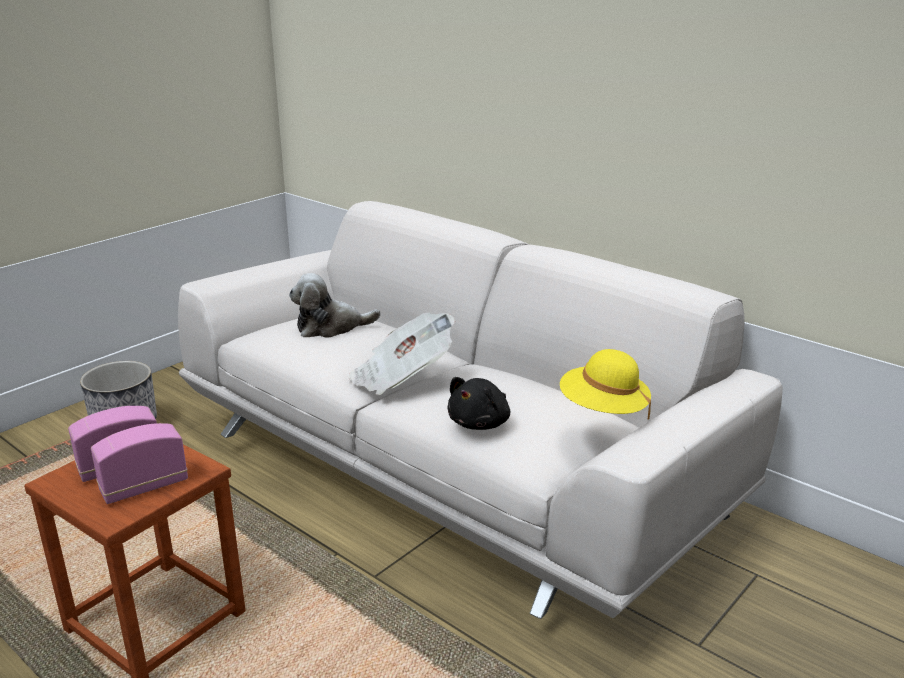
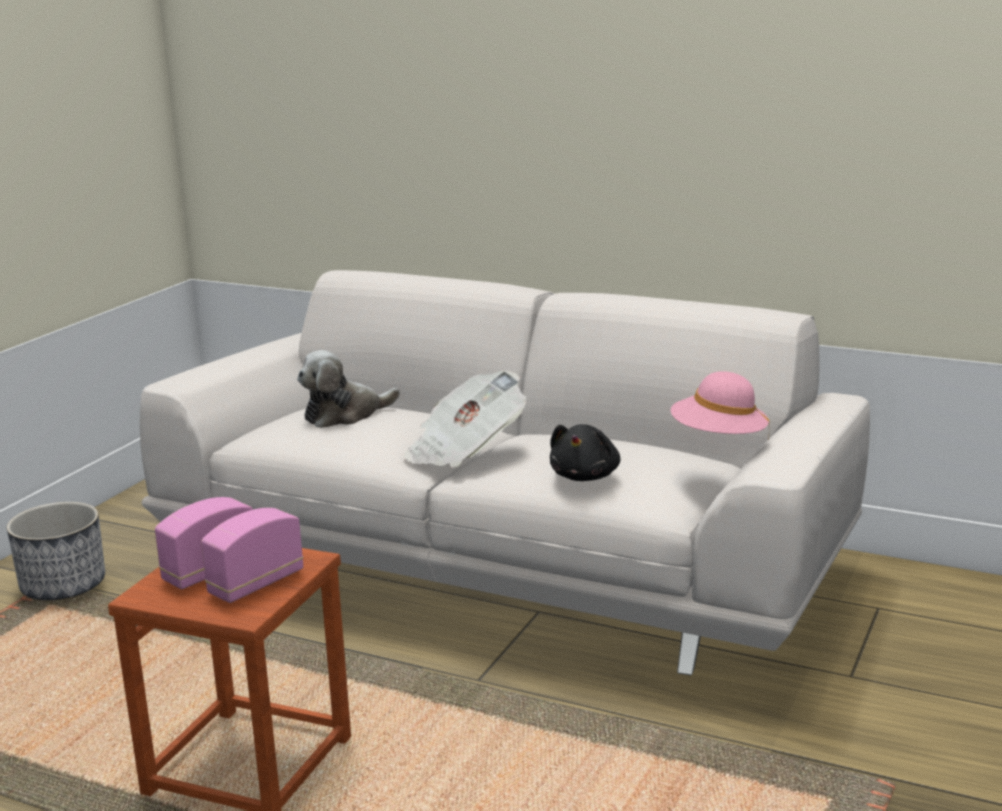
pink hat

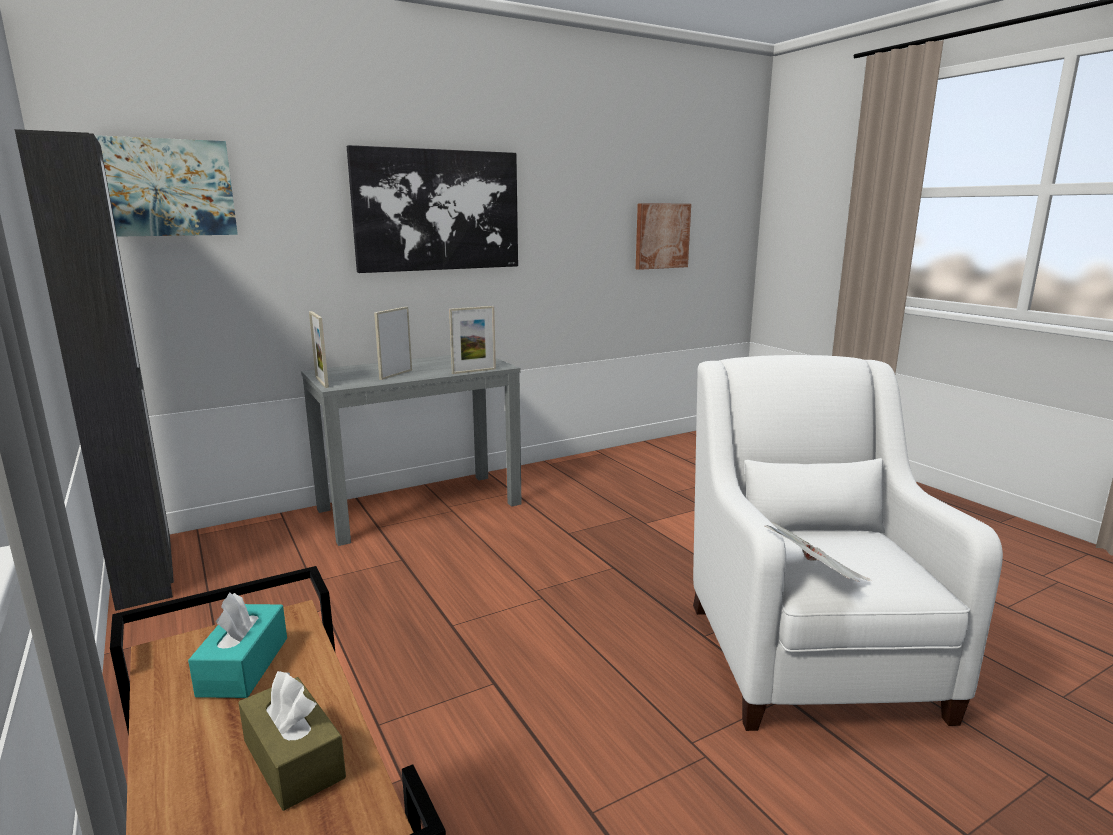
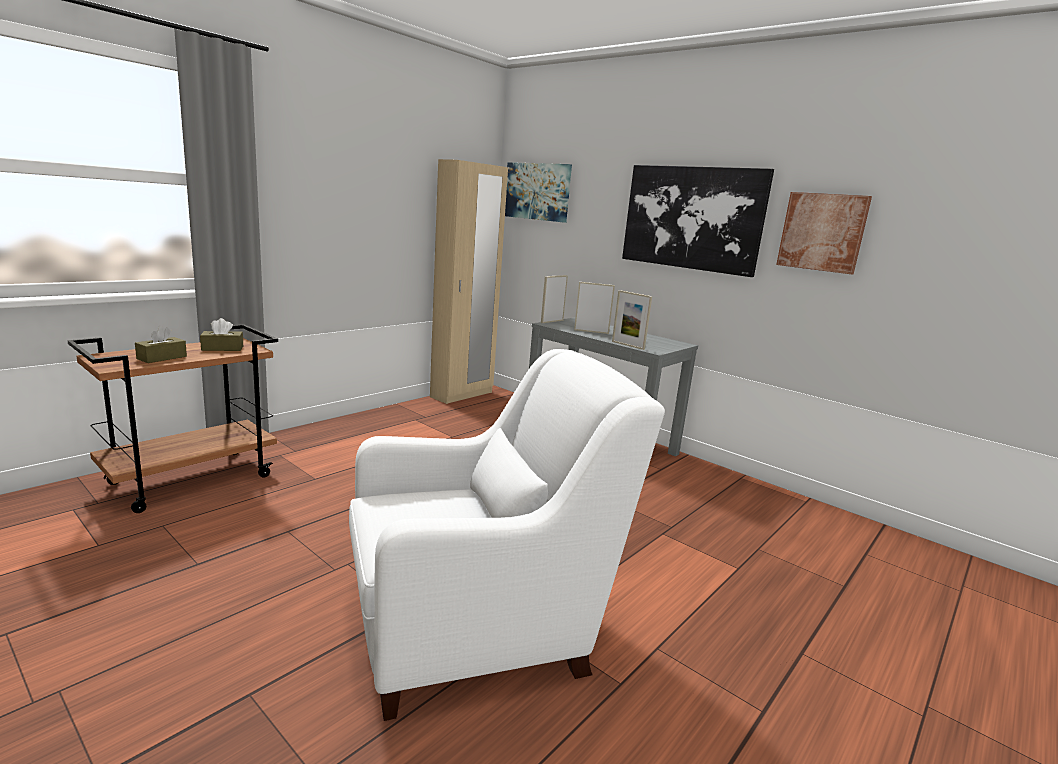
beige wardrobe
picture (3rd from left)
newspaper
brown tissue box (2nd from left)

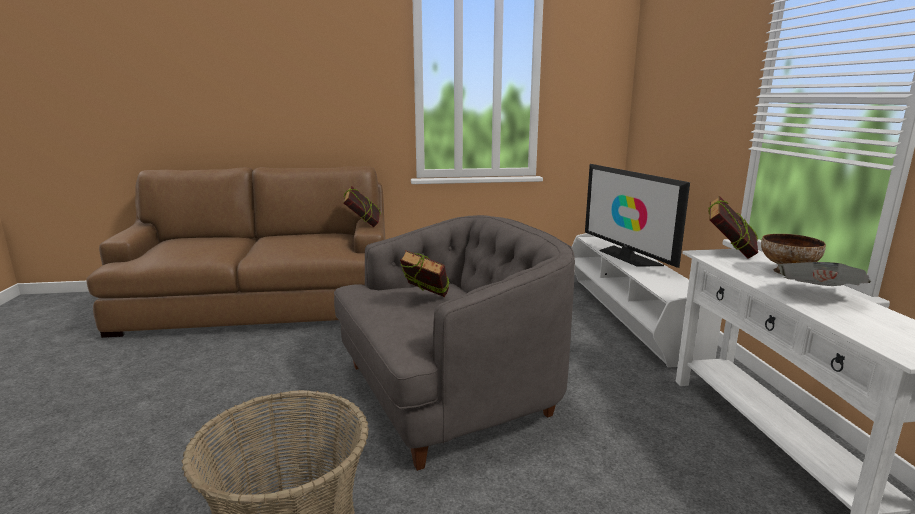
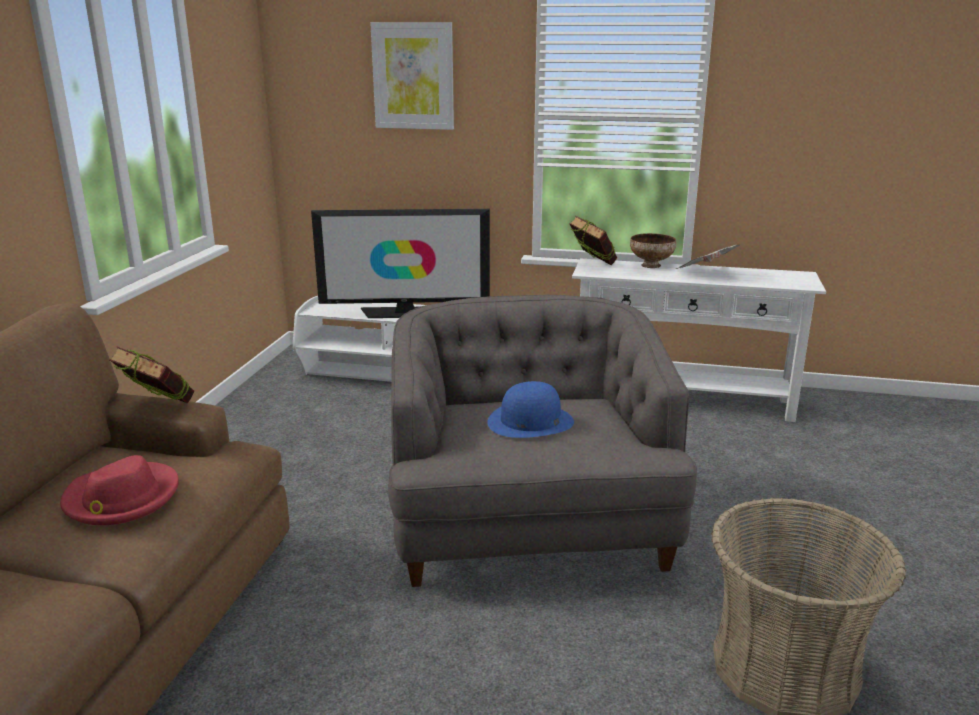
blue hat
picture
red hat

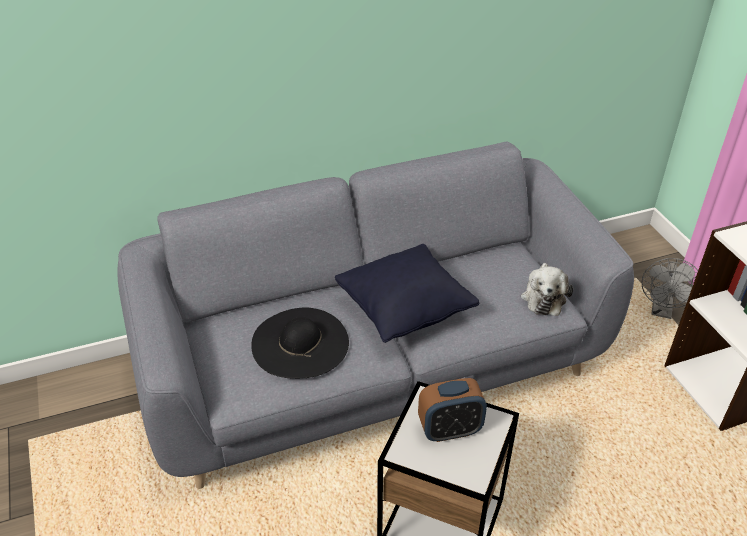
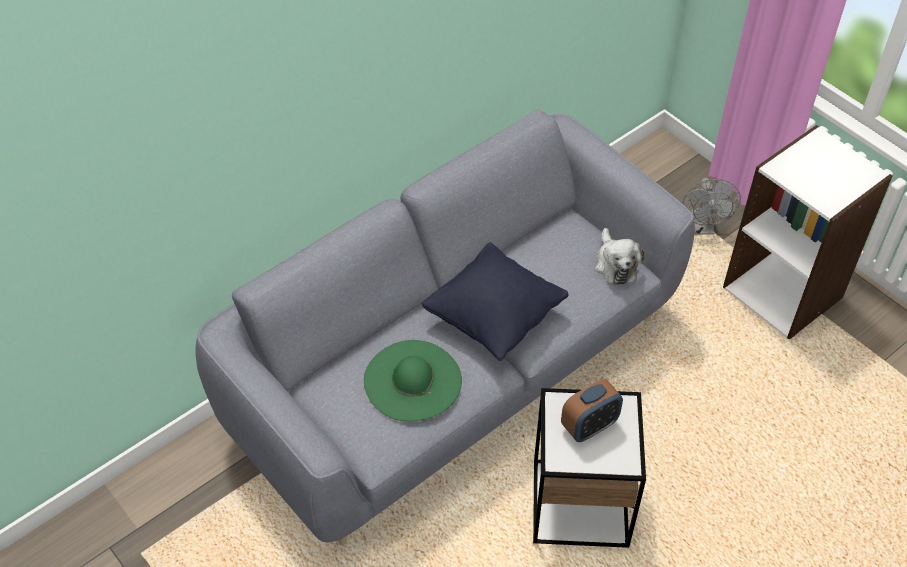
green hat

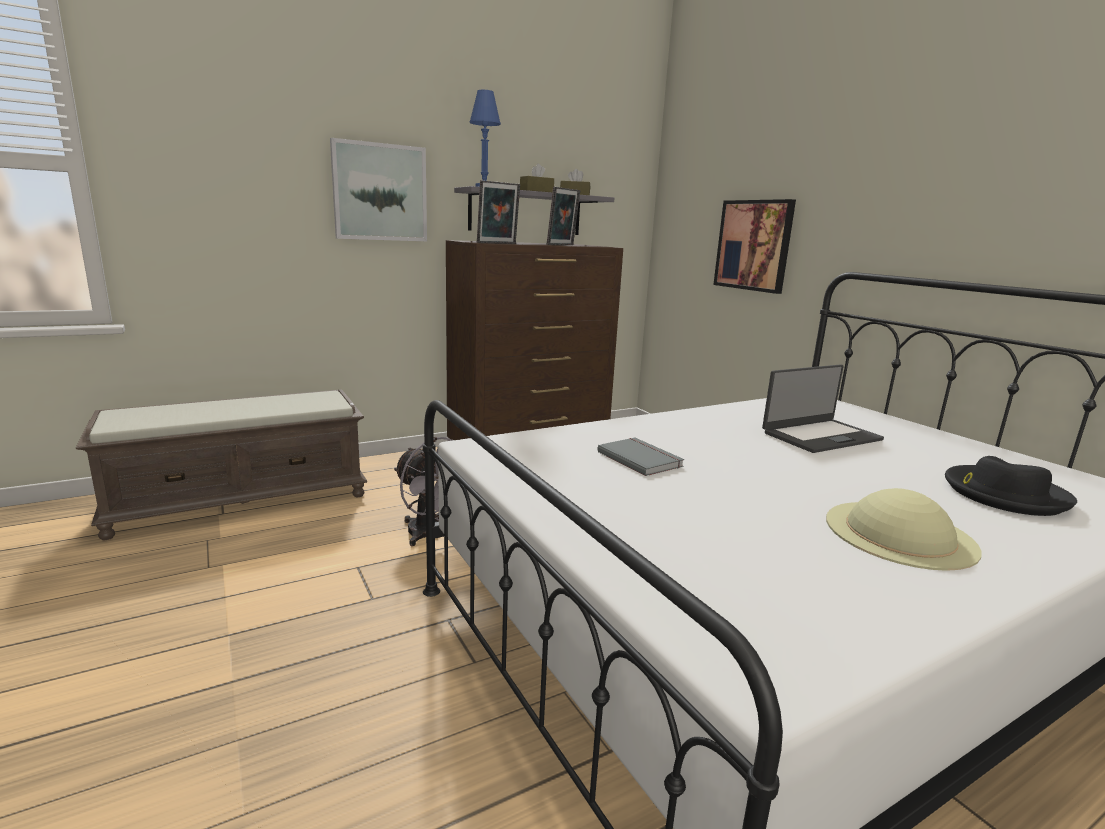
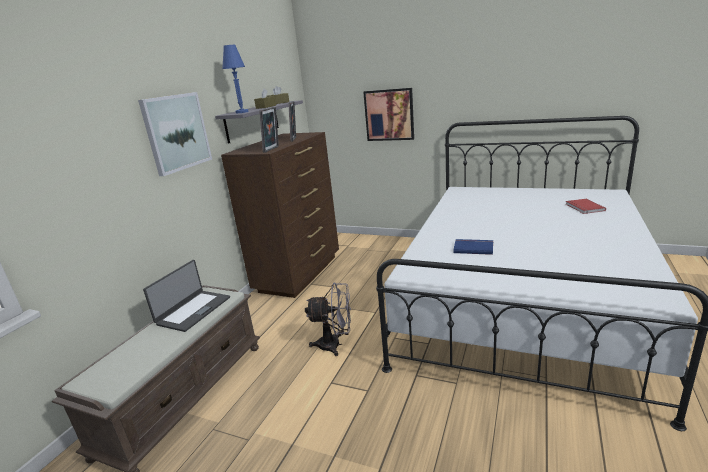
laptop
blue book
red book
beige hat

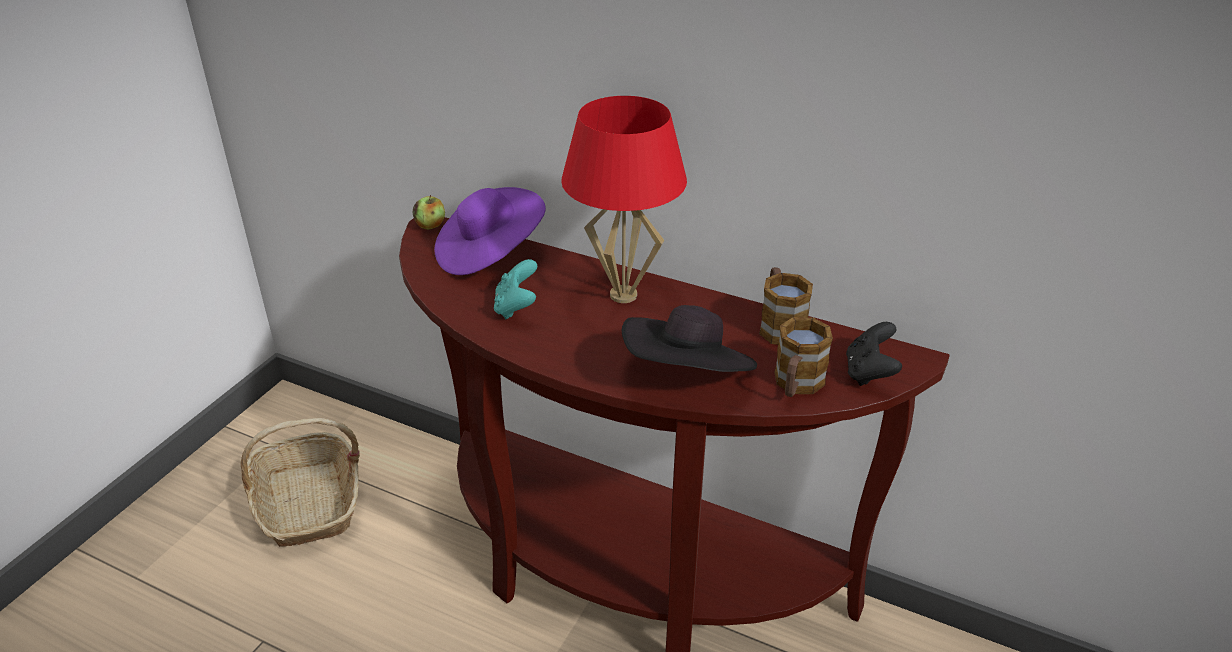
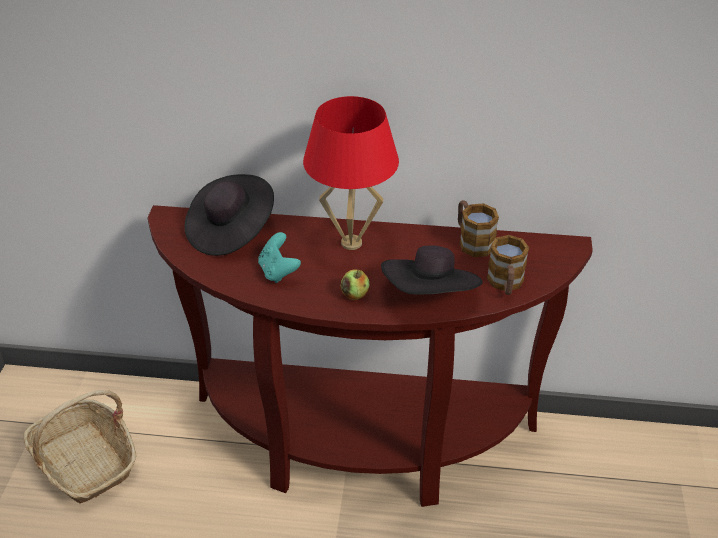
black hat (1st from left)
apple
black game controller

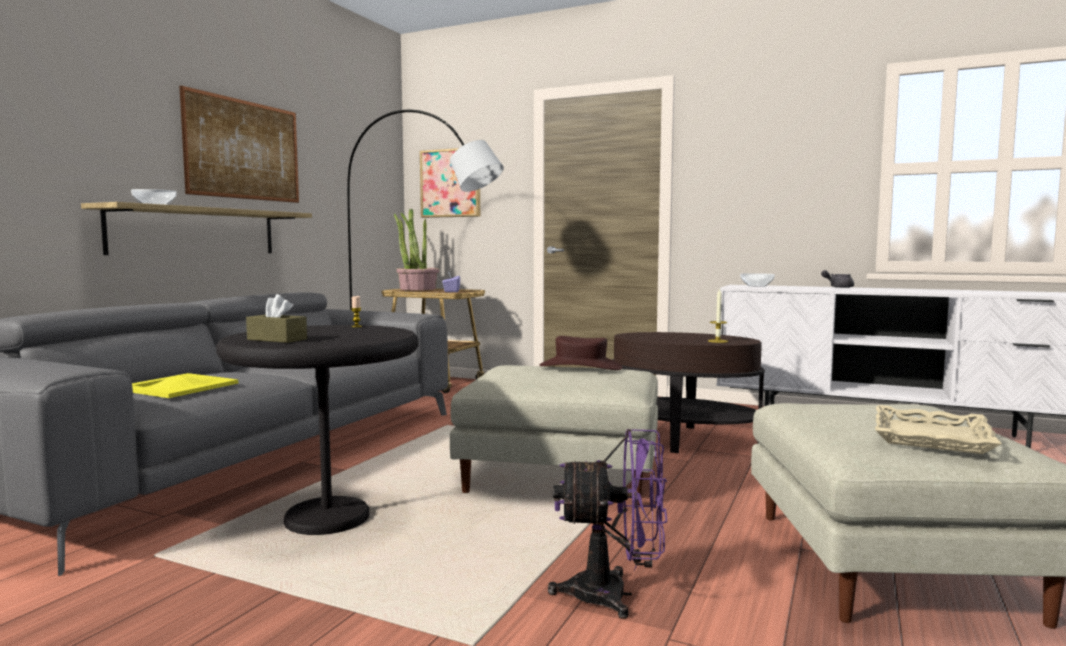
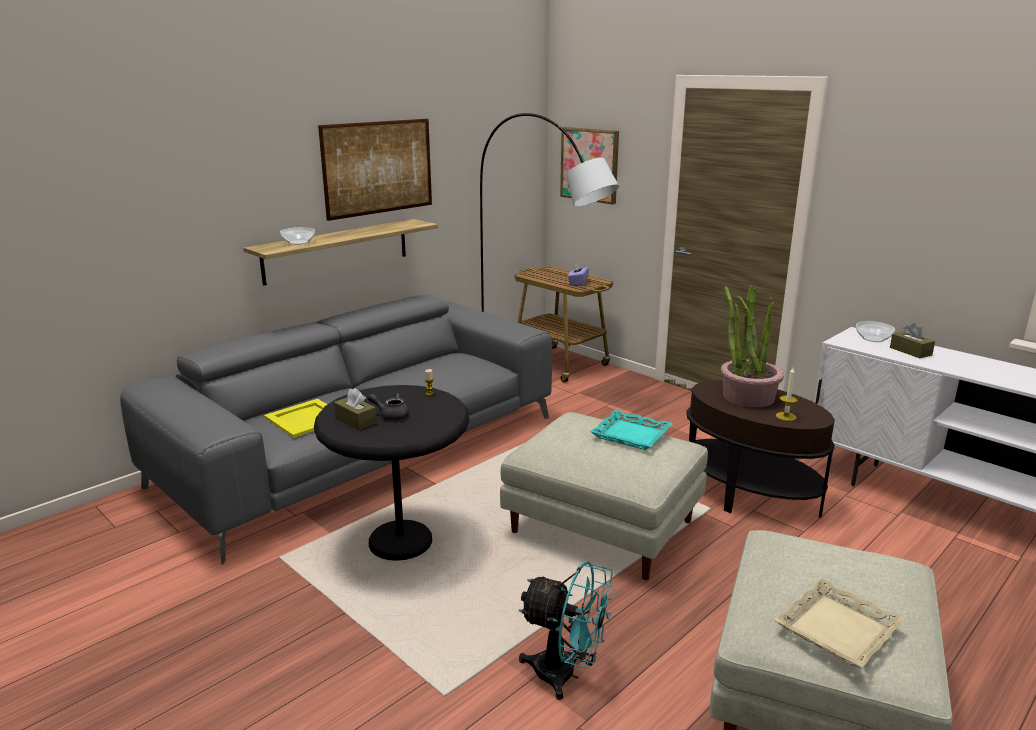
potted plant
grey teapot
turquoise tray
turquoise fan
brown tissue box (2nd from left)

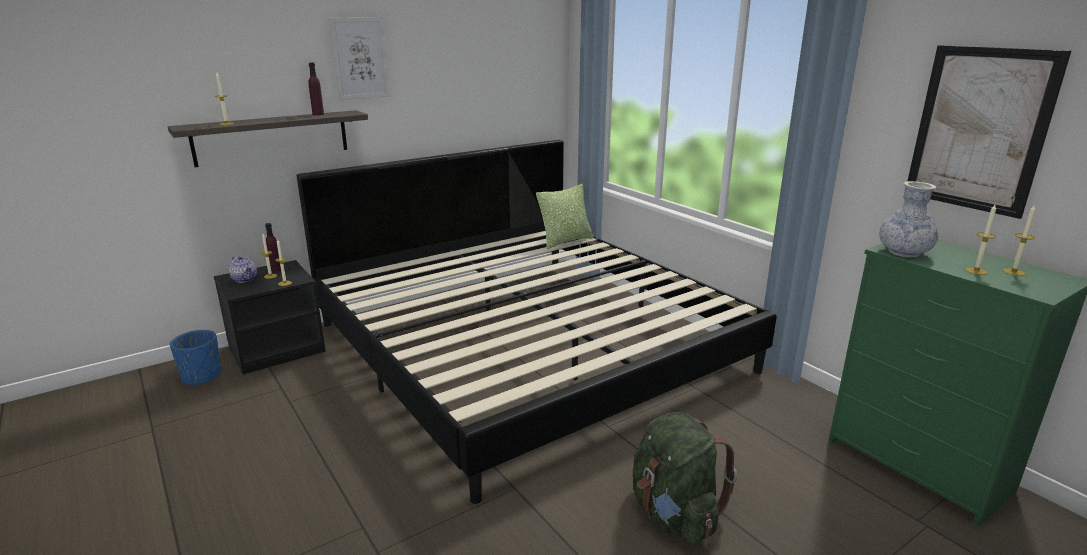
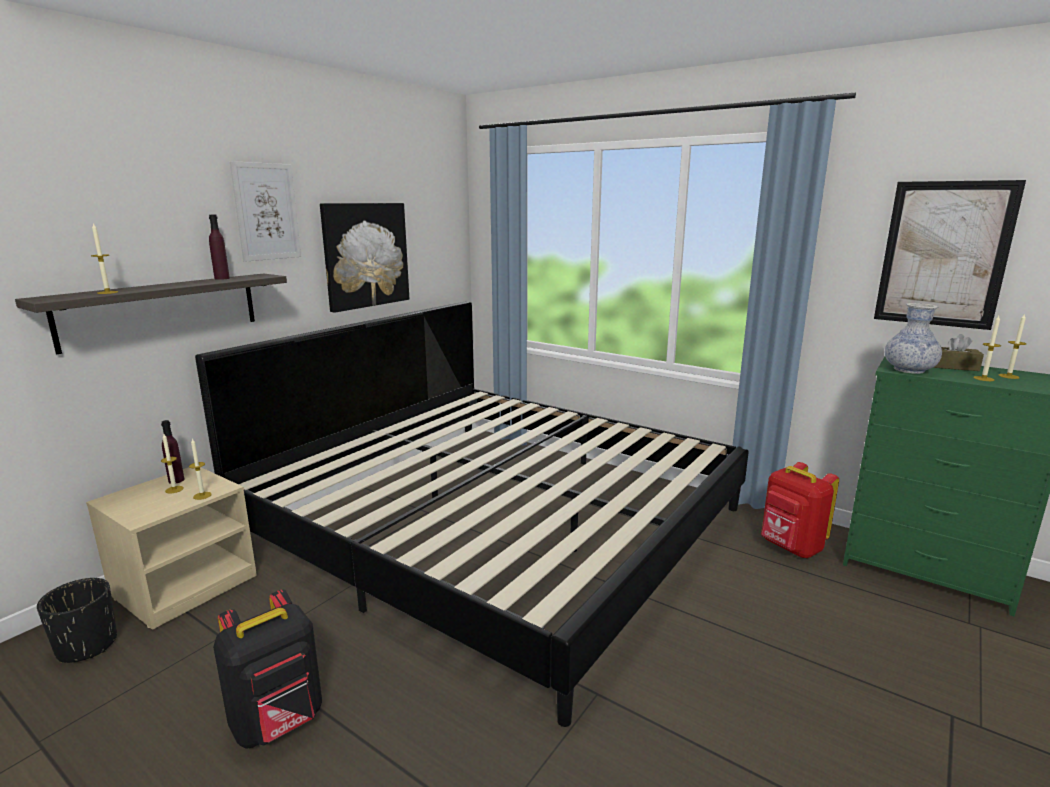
pillow
teapot
beige nightstand
black planter
green backpack
picture (2nd from left)
brown tissue box
red backpack
black backpack

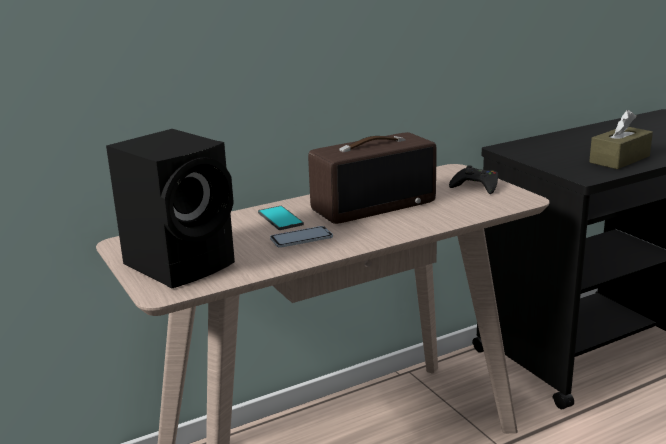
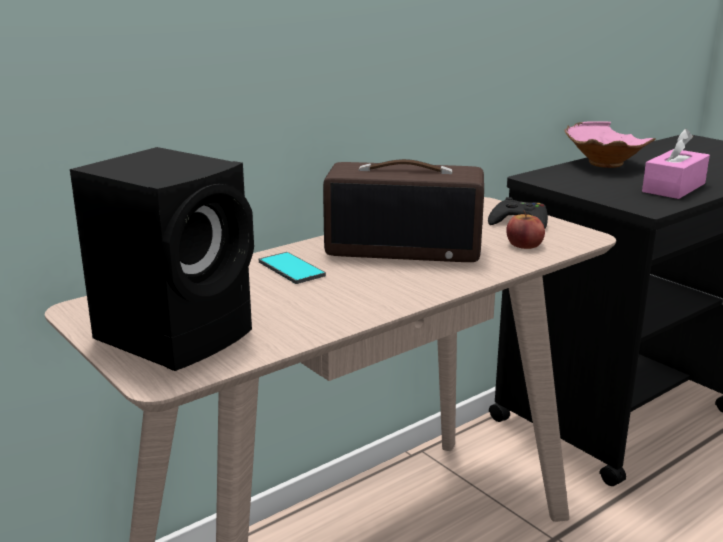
pink tissue box
radio
phone (2nd from left in the first image)
pink bowl
apple

